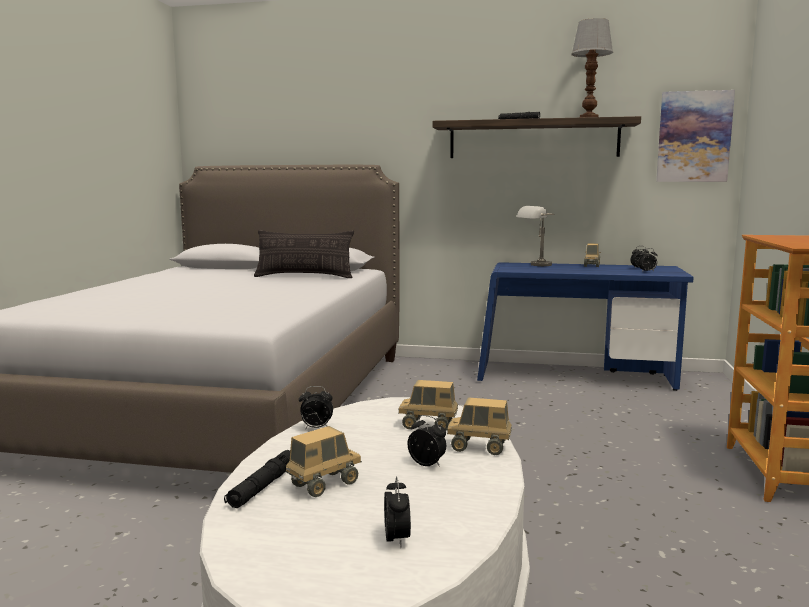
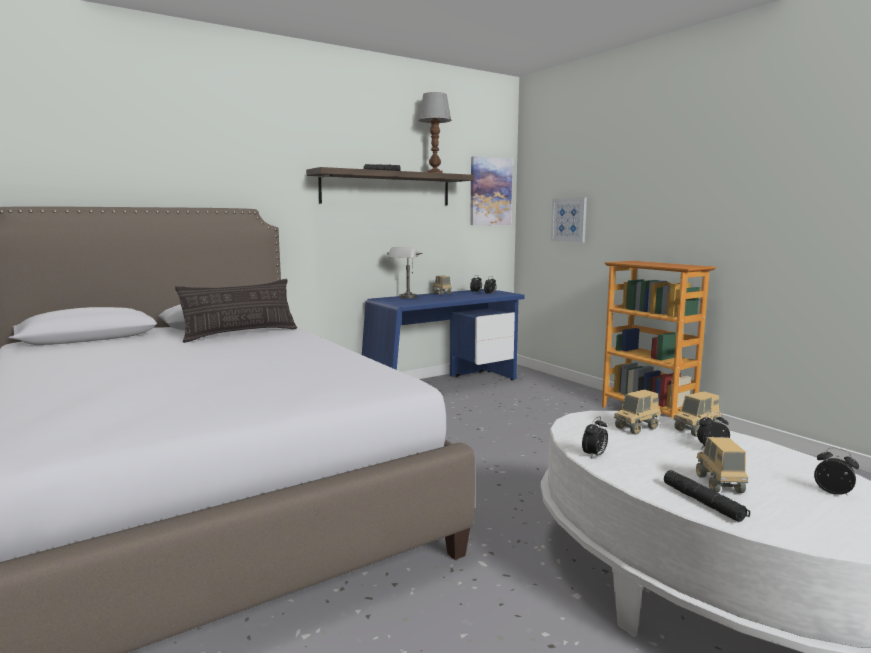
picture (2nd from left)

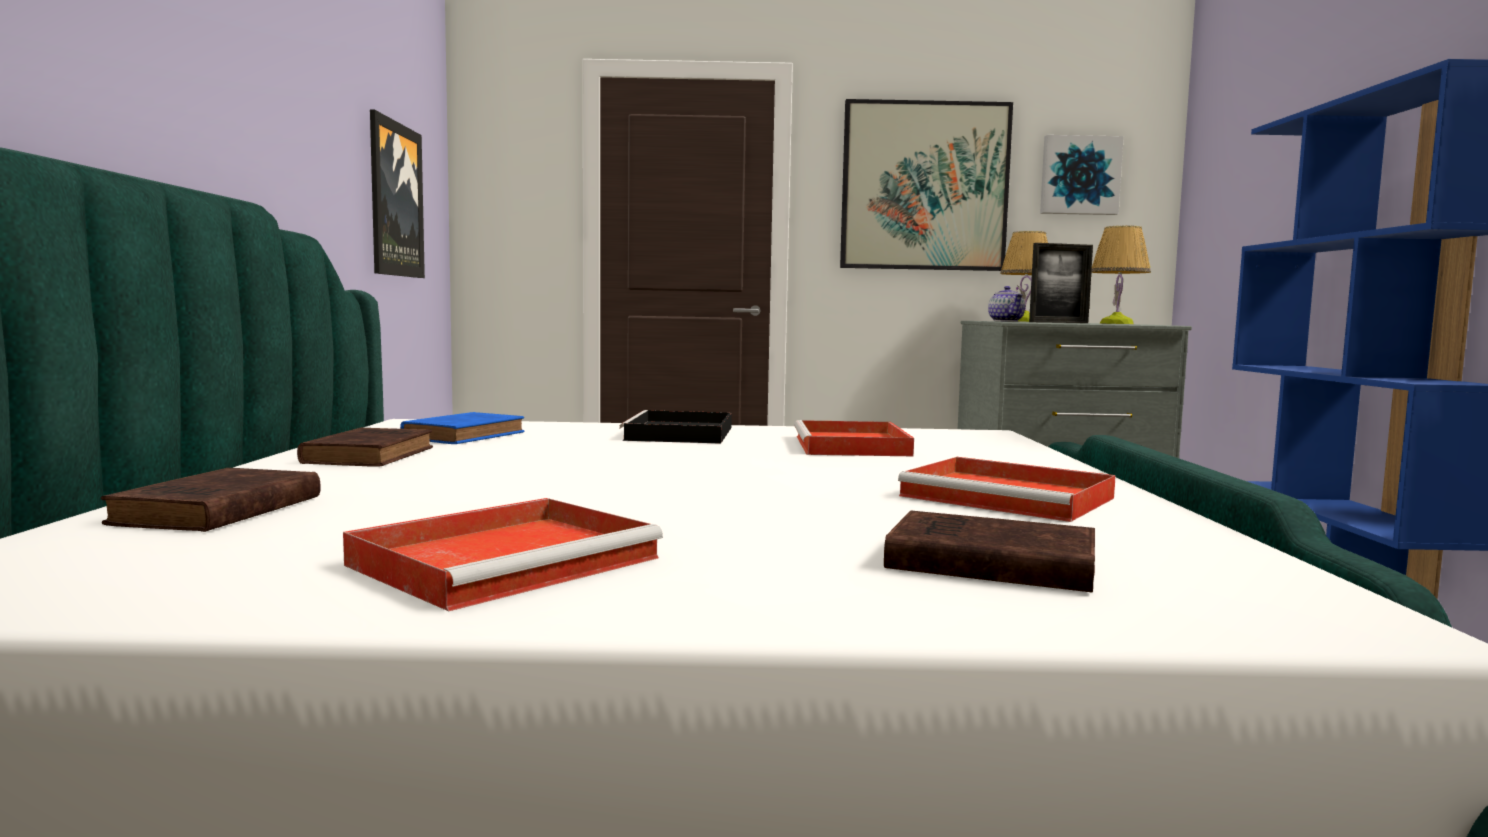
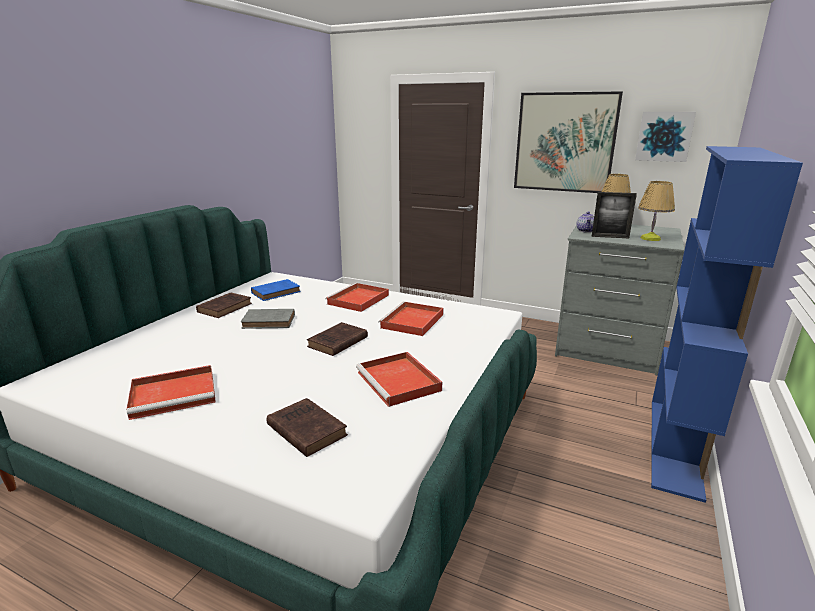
picture (1st from left in the first image)
red tray (2nd from left)
brown book (3rd from left)
grey book

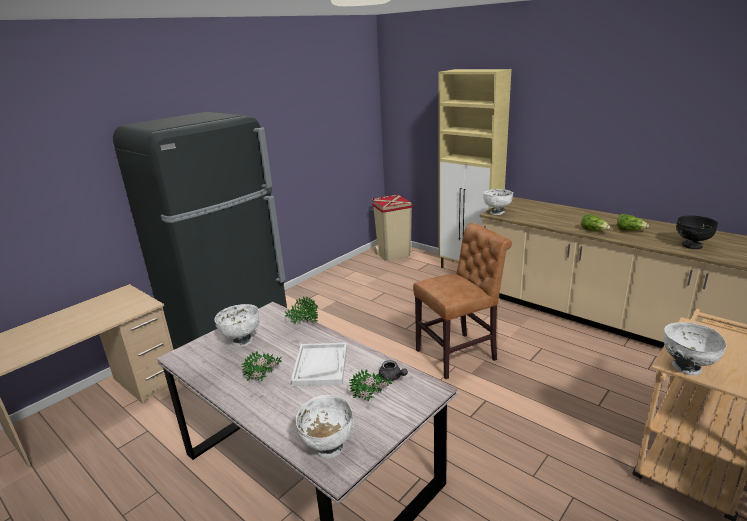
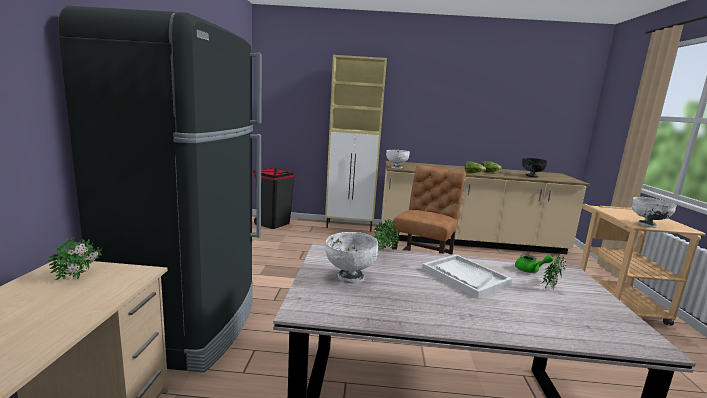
black trash can
potted plant (1st from left)
green teapot
white bowl (2nd from left in the first image)

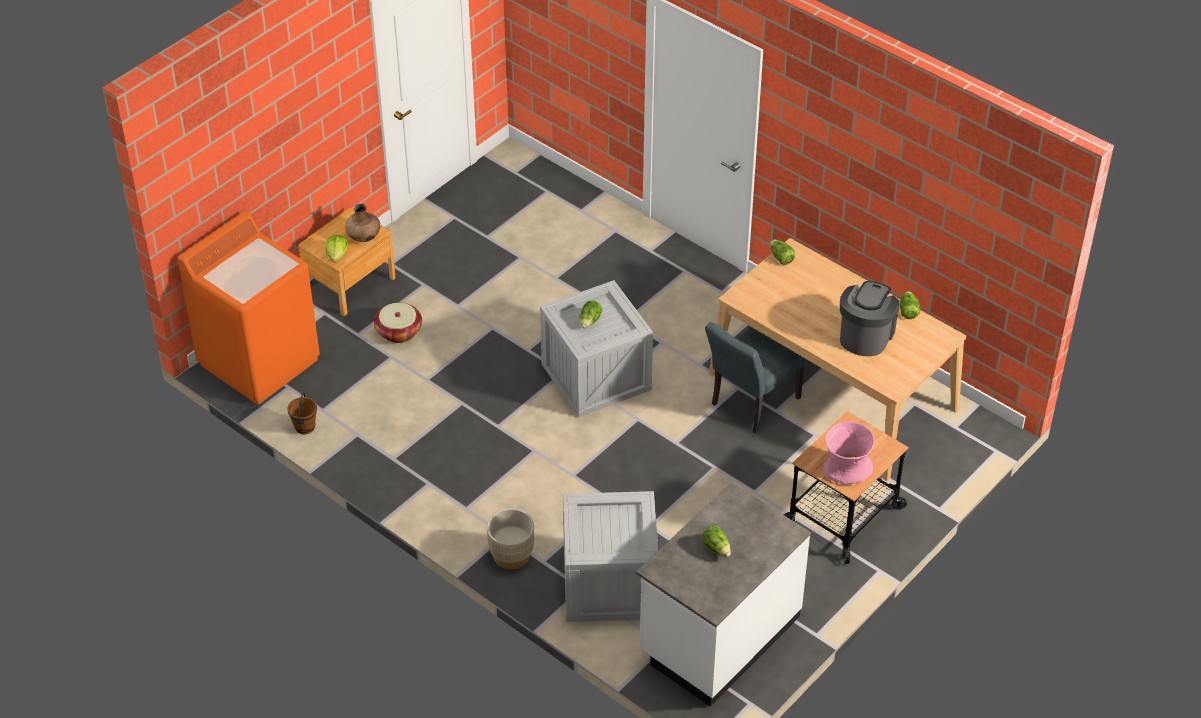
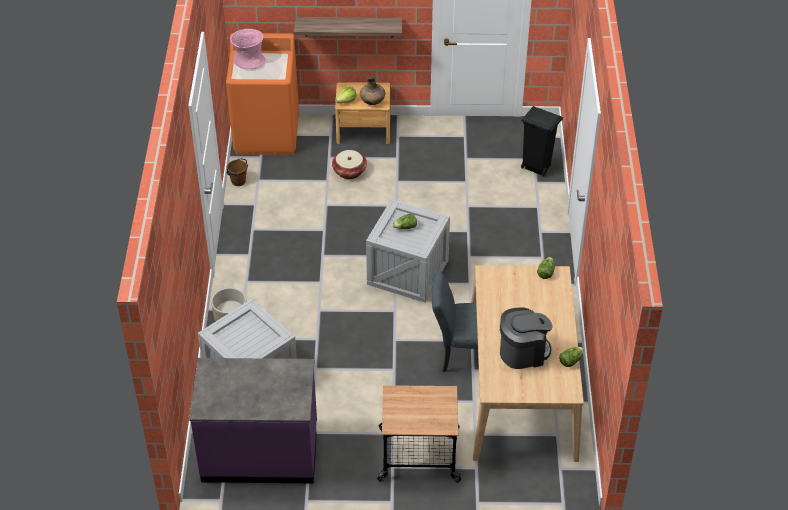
pink vase
purple counter
lettuce (3rd from left in the first image)
shelf
black trash can

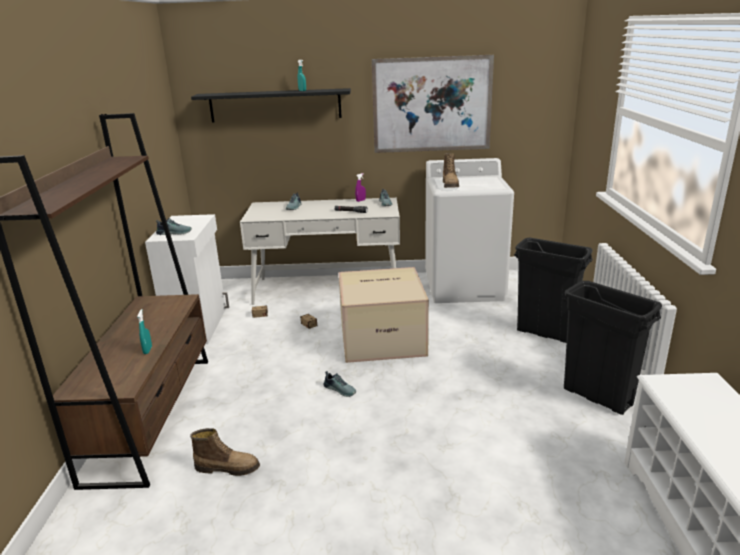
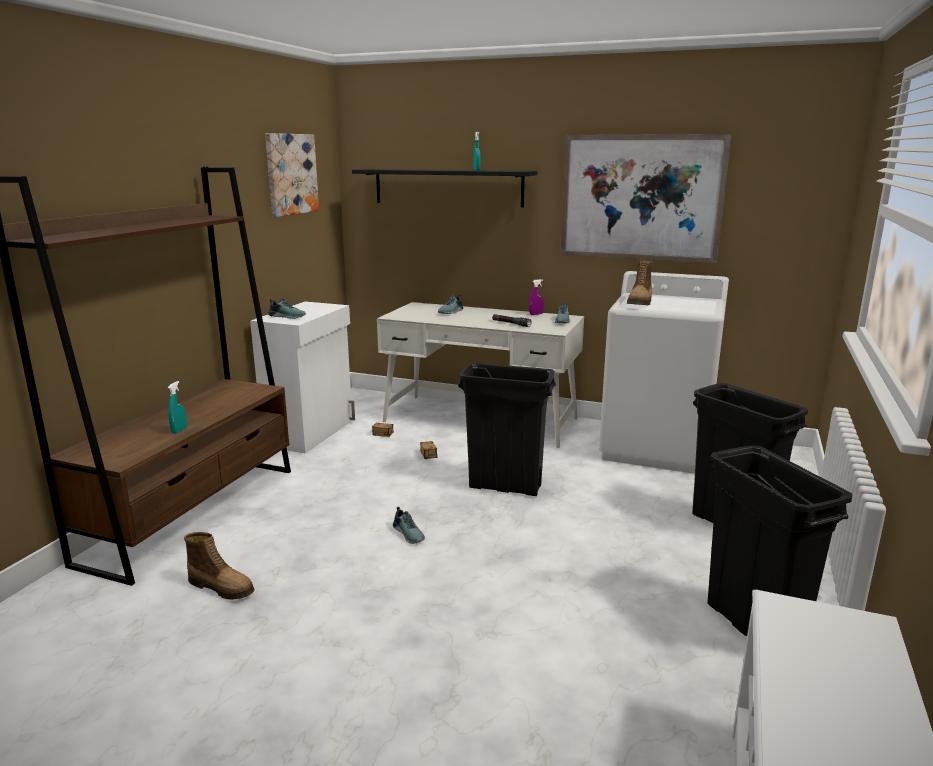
black trash can (1st from left)
picture (1st from left)

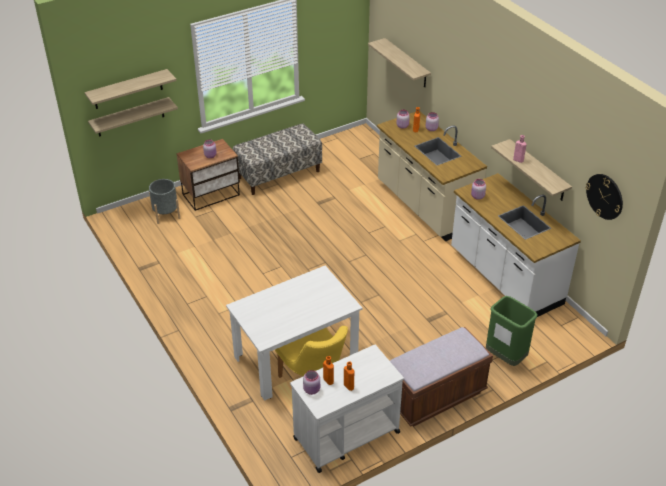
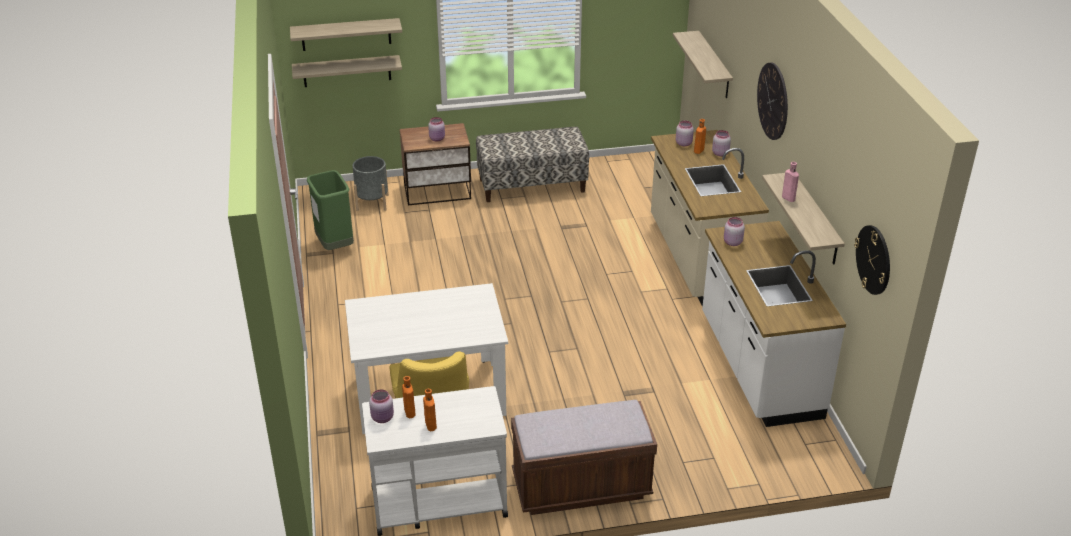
green trash can
wall clock (1st from left)

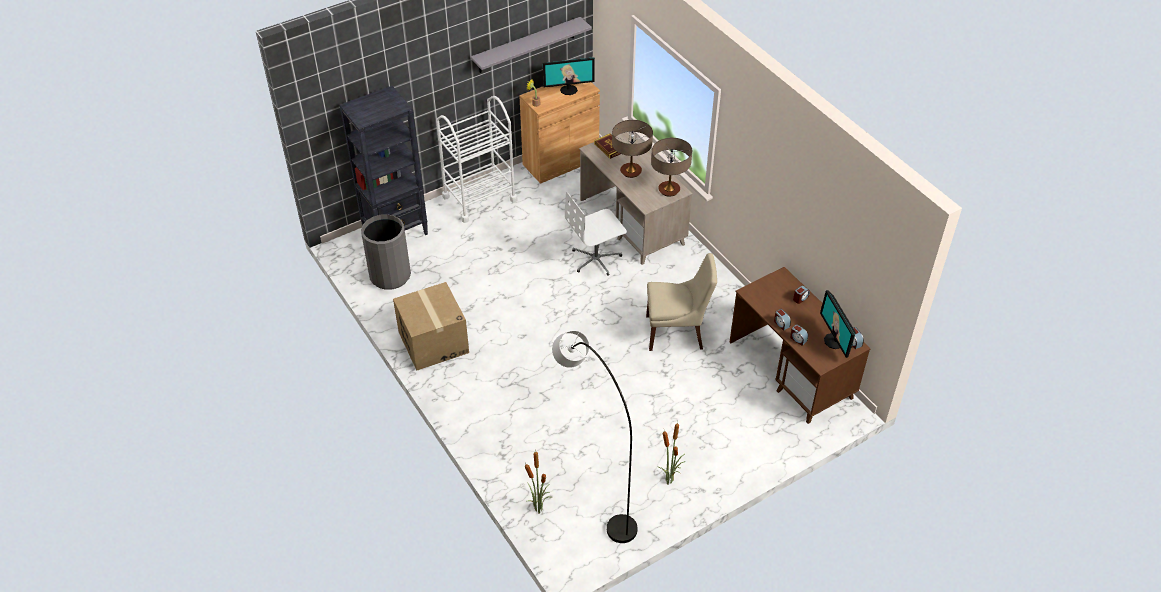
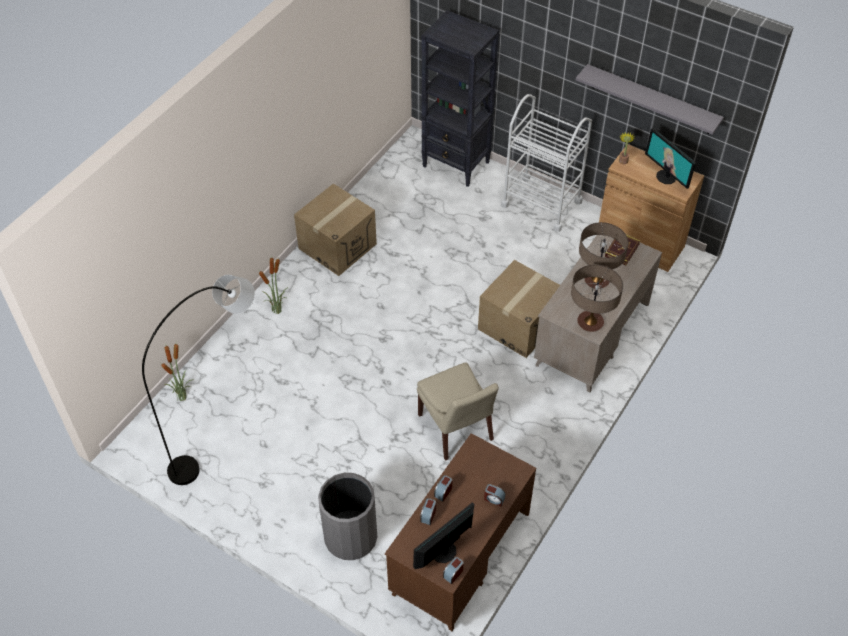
cardboard box (2nd from left)
grey trash can
potted plant (2nd from left)

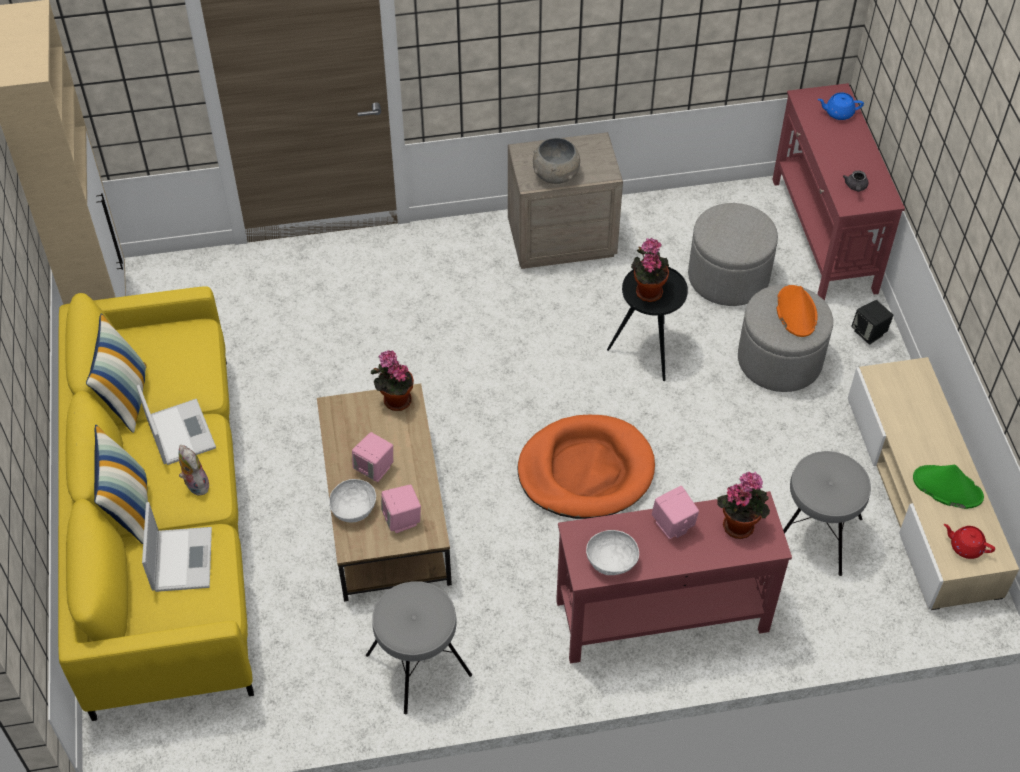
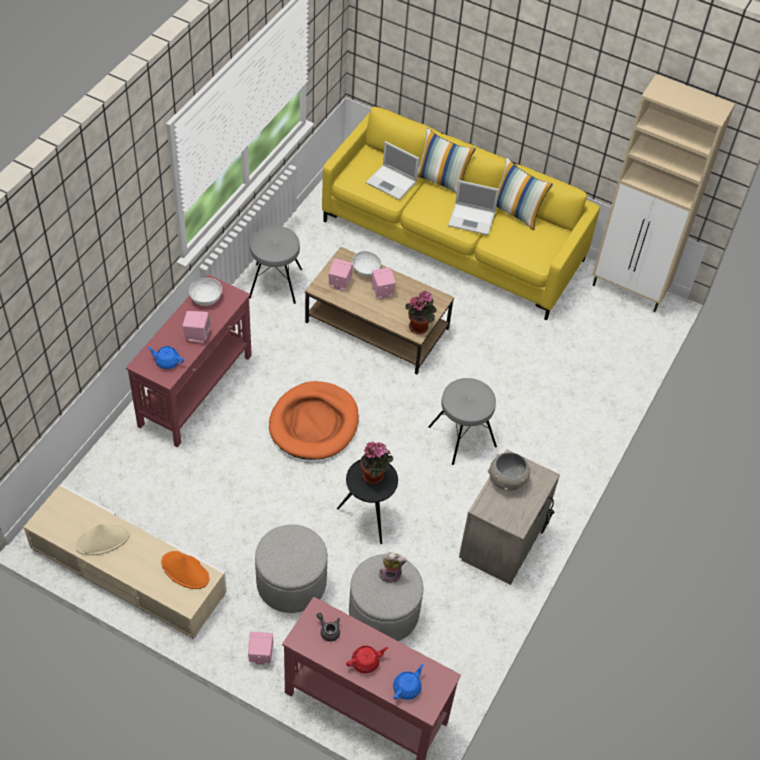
orange hat
pink speaker (2nd from left)
plush toy
grey stool (2nd from left)
beige hat
blue teapot (1st from left)
red teapot

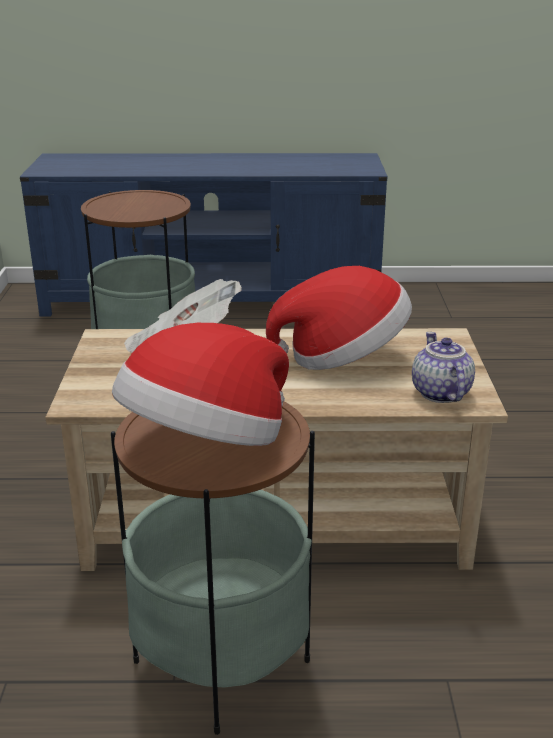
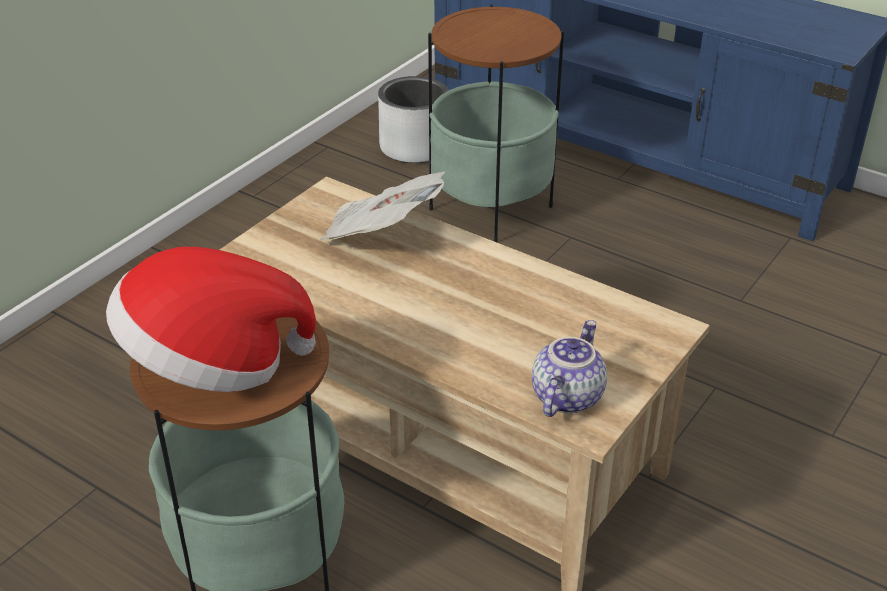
hat (2nd from left in the first image)
grey planter

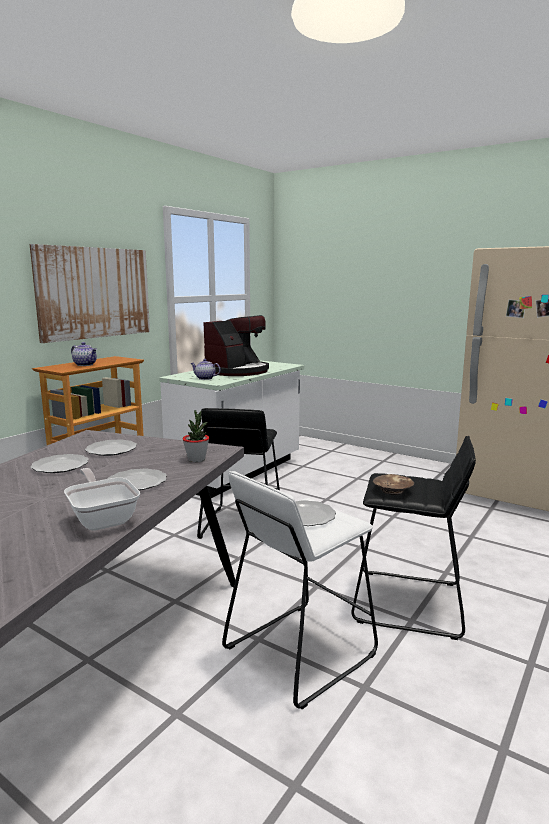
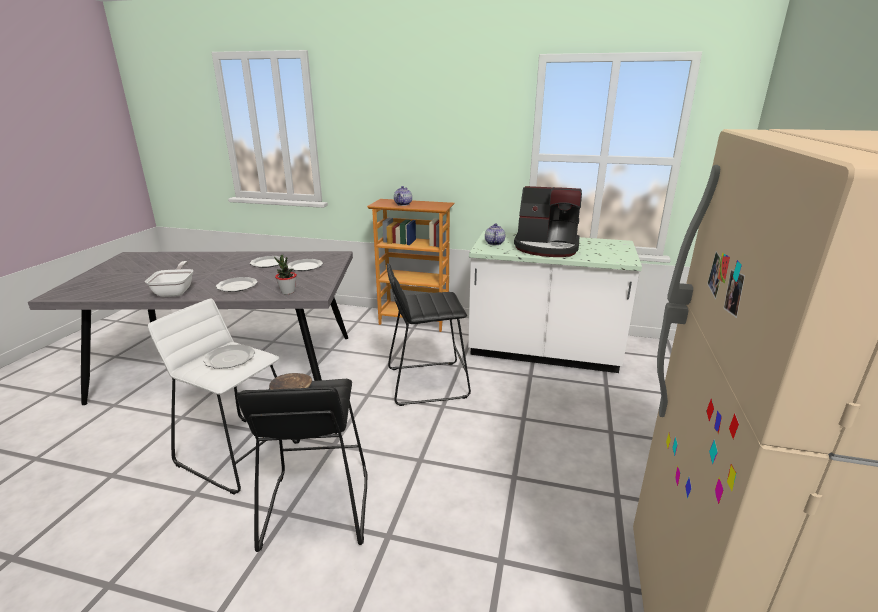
picture
frying pan

